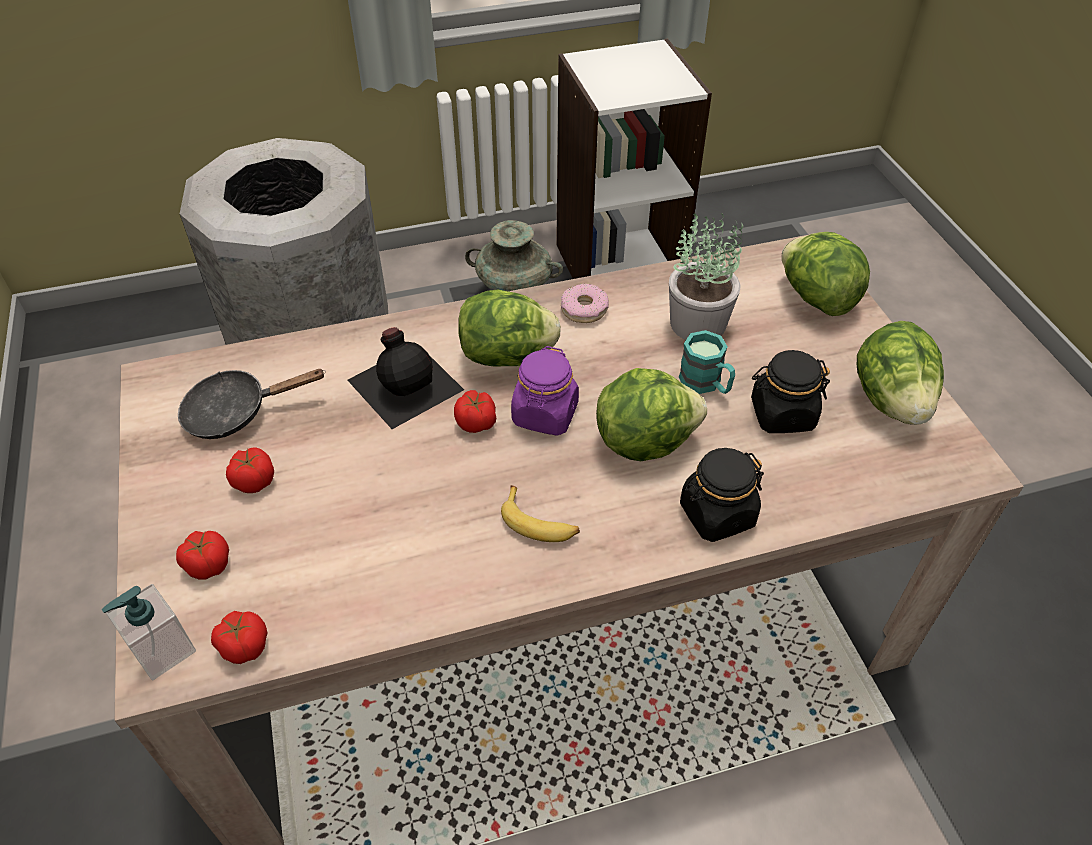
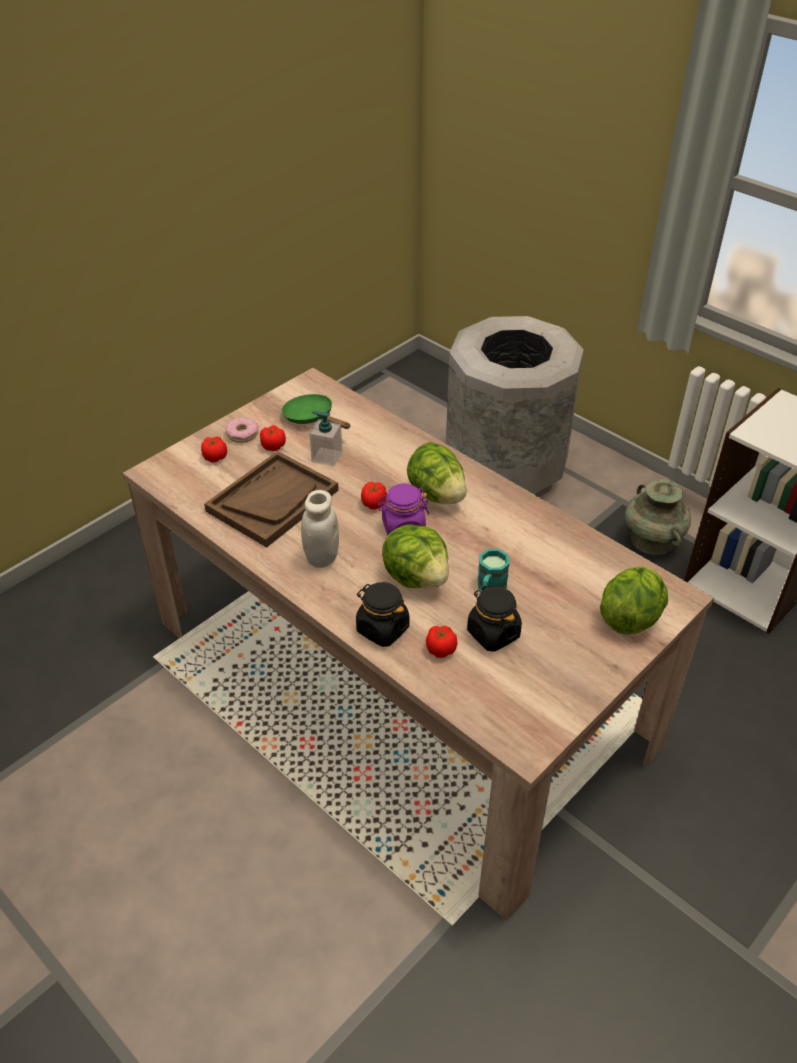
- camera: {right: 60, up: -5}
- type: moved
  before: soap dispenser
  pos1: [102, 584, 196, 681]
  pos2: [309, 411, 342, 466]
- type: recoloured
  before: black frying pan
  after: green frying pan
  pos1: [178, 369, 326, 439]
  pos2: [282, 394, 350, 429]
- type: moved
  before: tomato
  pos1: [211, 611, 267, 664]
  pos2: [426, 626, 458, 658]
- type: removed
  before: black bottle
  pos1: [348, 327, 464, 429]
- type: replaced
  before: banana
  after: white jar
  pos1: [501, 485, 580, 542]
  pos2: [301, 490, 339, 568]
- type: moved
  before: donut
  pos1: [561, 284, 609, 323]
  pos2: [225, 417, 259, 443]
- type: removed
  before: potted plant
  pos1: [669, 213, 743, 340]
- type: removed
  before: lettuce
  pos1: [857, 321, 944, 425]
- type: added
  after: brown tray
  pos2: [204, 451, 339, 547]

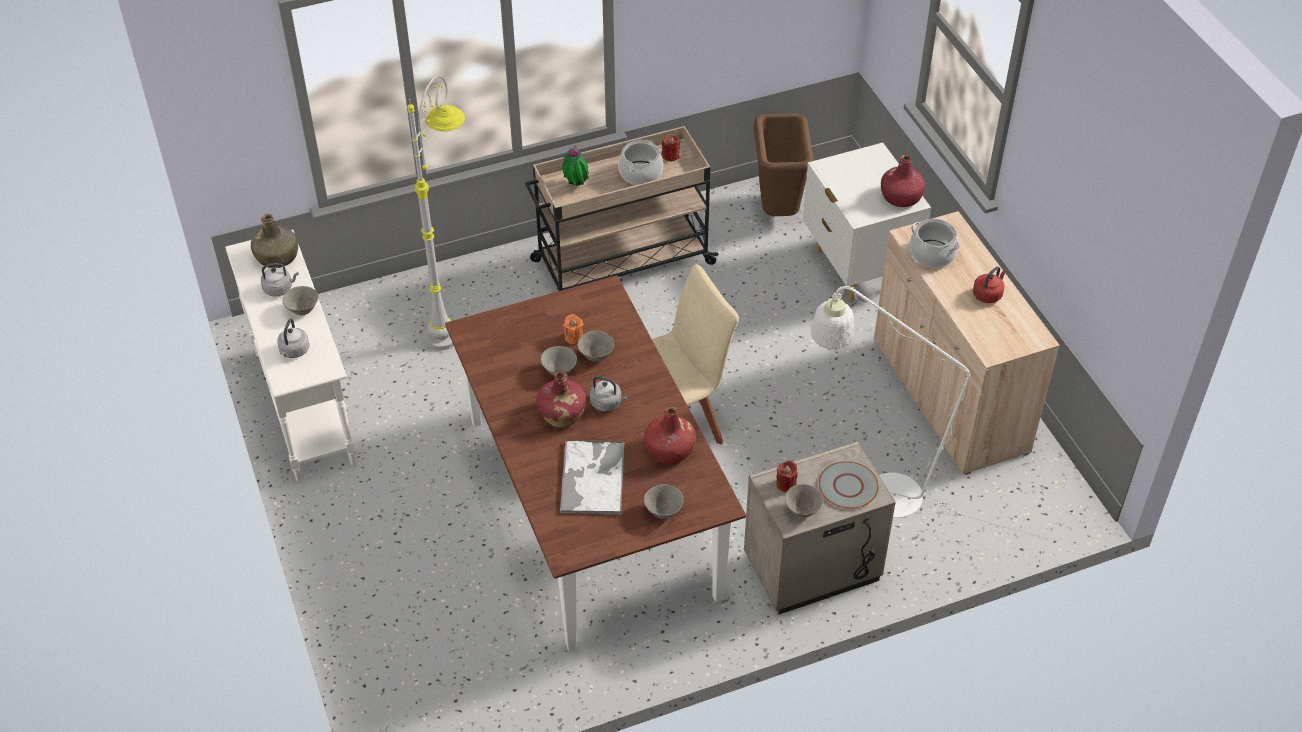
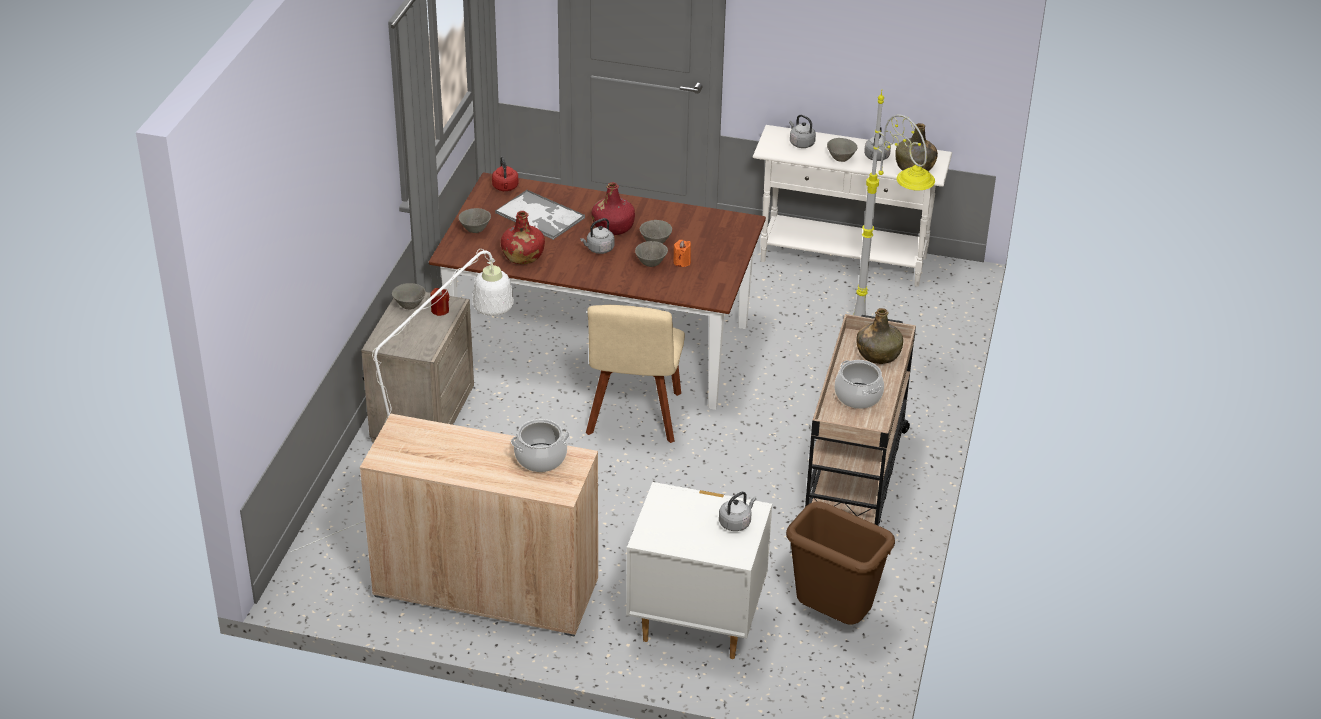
- camera: {right: 125, up: -10}
- type: replaced
  before: potted plant
  after: green bottle
  pos1: [562, 145, 589, 186]
  pos2: [856, 308, 903, 364]
- type: removed
  before: red candle
  pos1: [662, 135, 680, 162]
- type: removed
  before: grey plate
  pos1: [818, 461, 879, 509]
- type: removed
  before: red bottle
  pos1: [881, 155, 925, 207]
- type: moved
  before: red kettle
  pos1: [973, 266, 1007, 303]
  pos2: [492, 156, 519, 191]
- type: added
  after: grey kettle
  pos2: [719, 492, 756, 531]

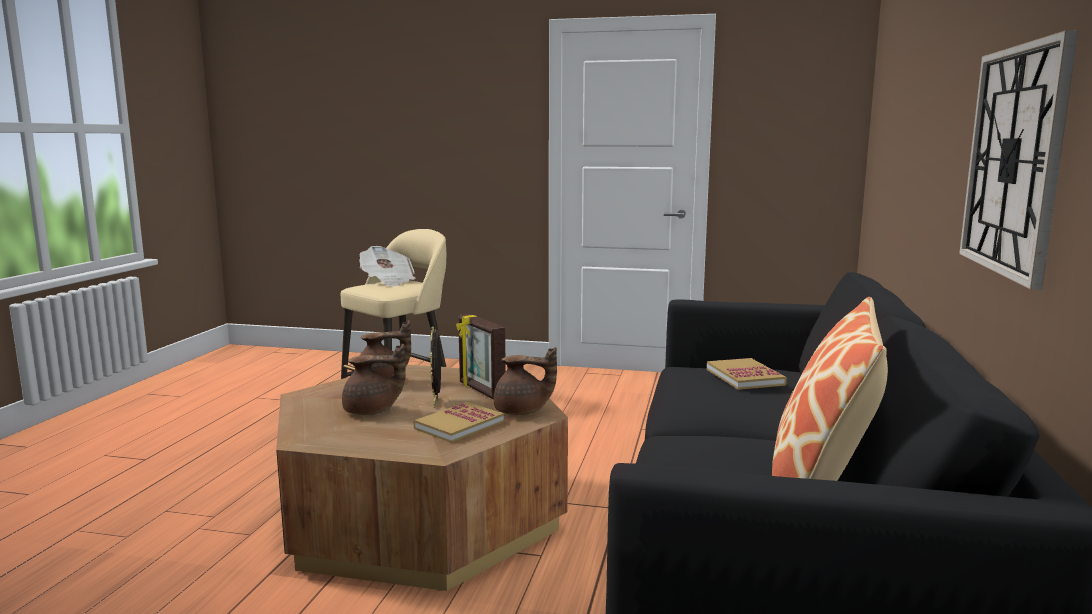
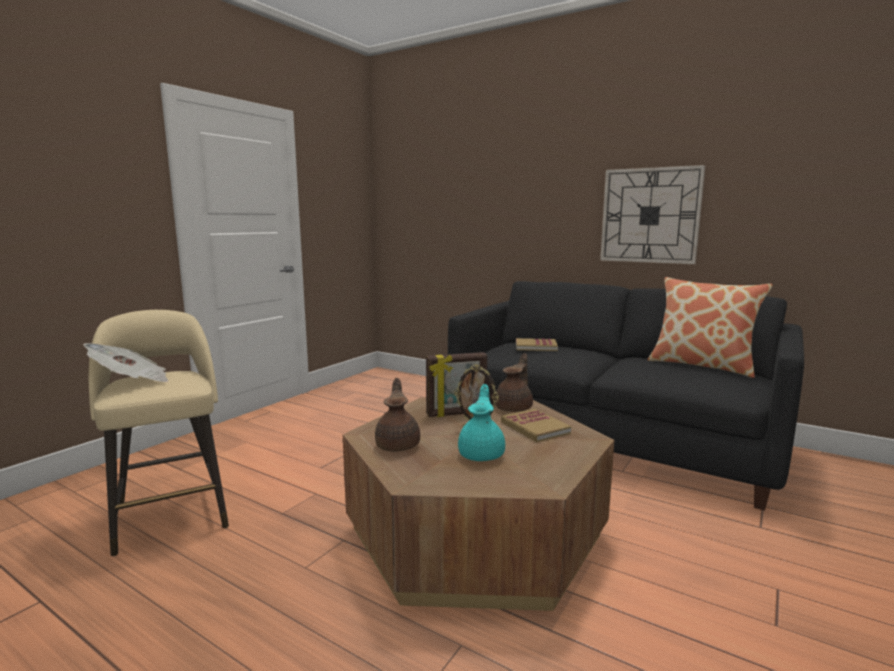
- camera: {right: -70, up: 0}
- type: recoloured
  before: brown teapot
  after: turquoise teapot
  pos1: [342, 344, 406, 415]
  pos2: [458, 384, 505, 461]

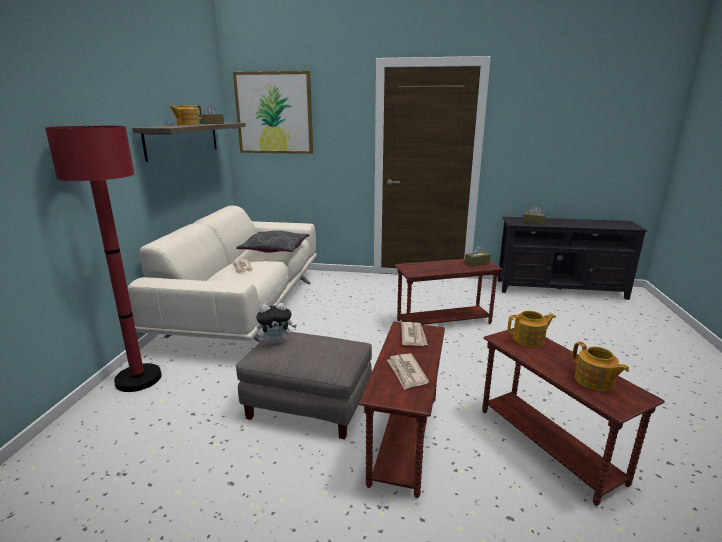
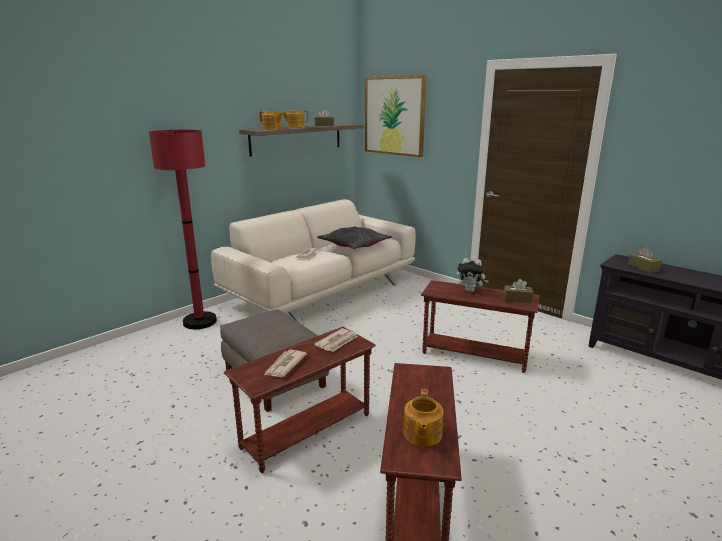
- camera: {right: 35, up: 0}
- type: moved
  before: plush toy
  pos1: [256, 303, 297, 344]
  pos2: [457, 258, 489, 292]
- type: moved
  before: teapot
  pos1: [508, 311, 556, 347]
  pos2: [259, 111, 284, 130]

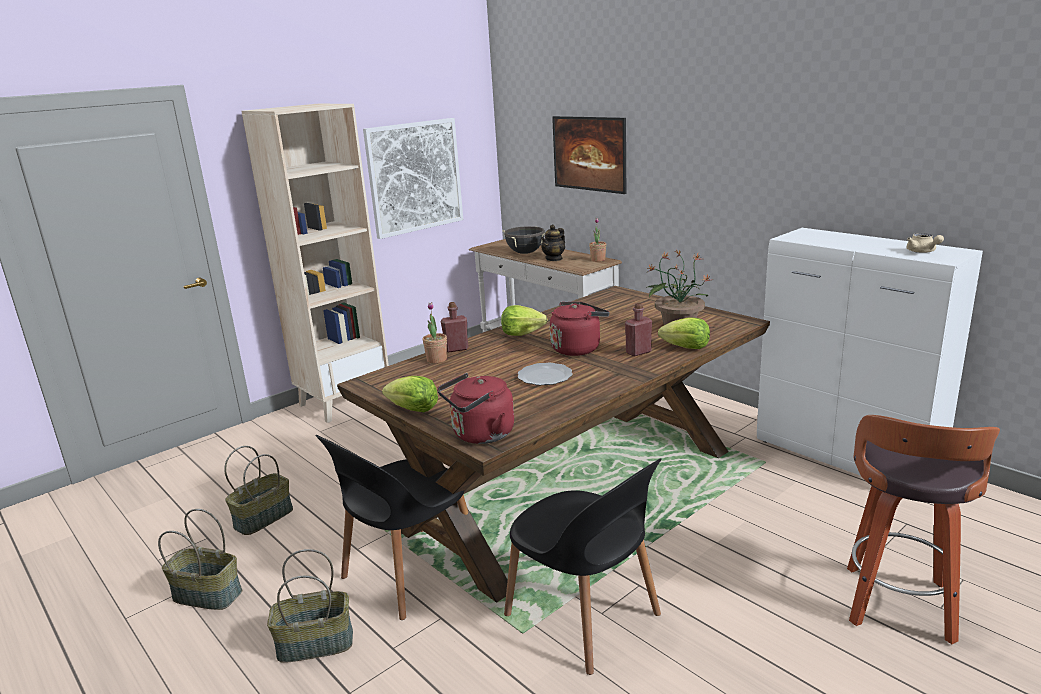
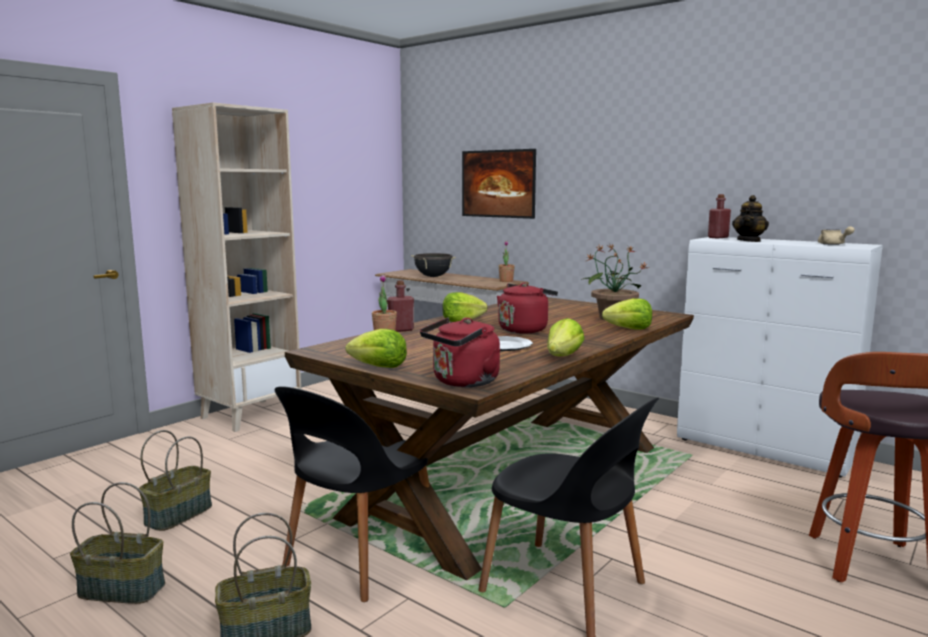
- camera: {right: -10, up: -10}
- type: removed
  before: picture
  pos1: [363, 118, 463, 239]
- type: moved
  before: teapot
  pos1: [541, 224, 565, 261]
  pos2: [732, 195, 769, 242]
- type: moved
  before: red bottle
  pos1: [625, 303, 652, 356]
  pos2: [708, 194, 731, 238]
- type: added
  after: lettuce
  pos2: [547, 318, 584, 356]

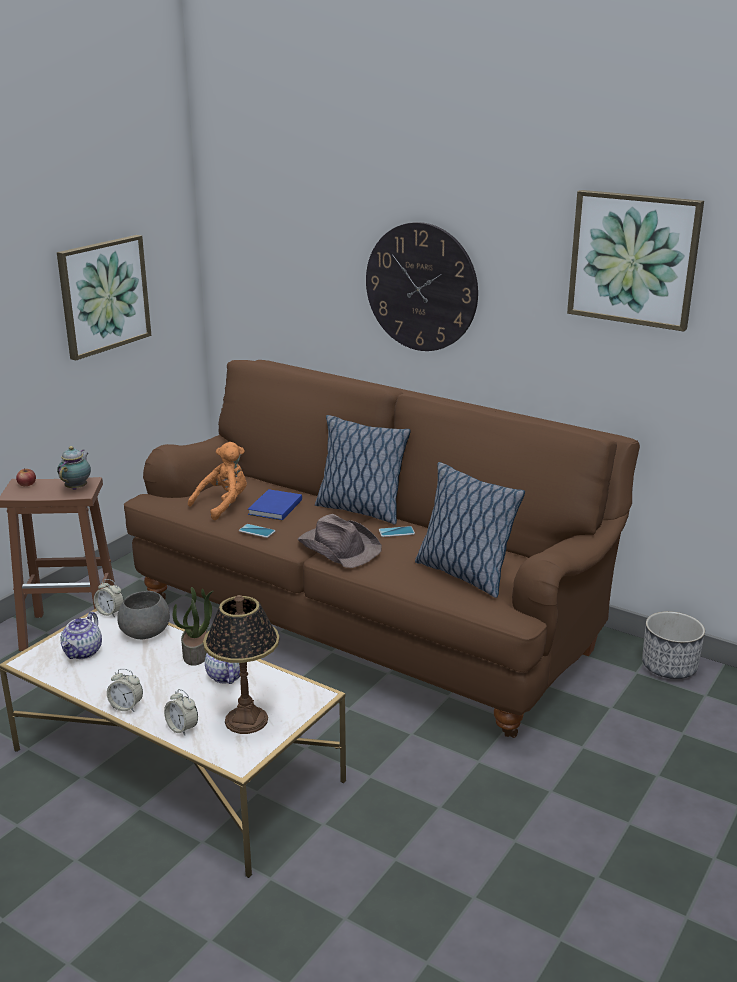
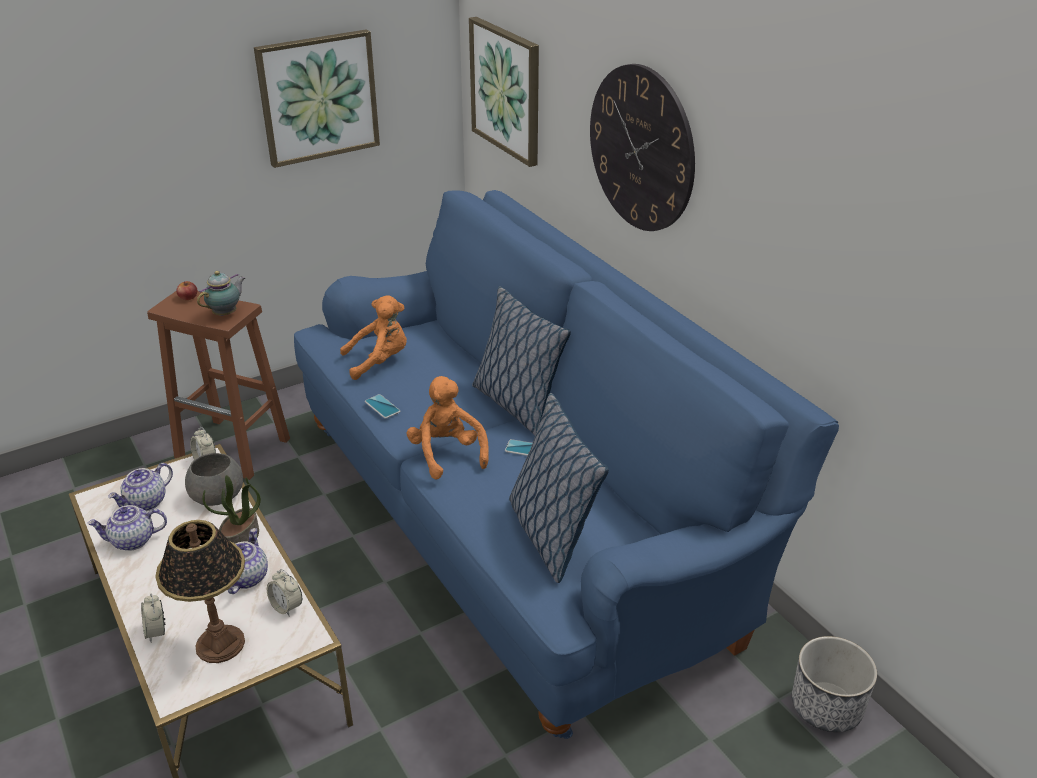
- camera: {right: 25, up: 10}
- type: moved
  before: alarm clock
  pos1: [107, 669, 143, 712]
  pos2: [267, 569, 302, 617]
- type: recoloured
  before: brown sofa
  after: blue sofa
  pos1: [124, 360, 640, 738]
  pos2: [294, 190, 839, 739]
- type: removed
  before: blue book
  pos1: [248, 489, 302, 520]
- type: replaced
  before: brown hat
  after: orange plush toy
  pos1: [298, 514, 382, 568]
  pos2: [406, 376, 489, 480]
- type: moved
  before: picture
  pos1: [567, 190, 704, 332]
  pos2: [469, 17, 539, 167]
- type: added
  after: teapot
  pos2: [87, 505, 167, 551]

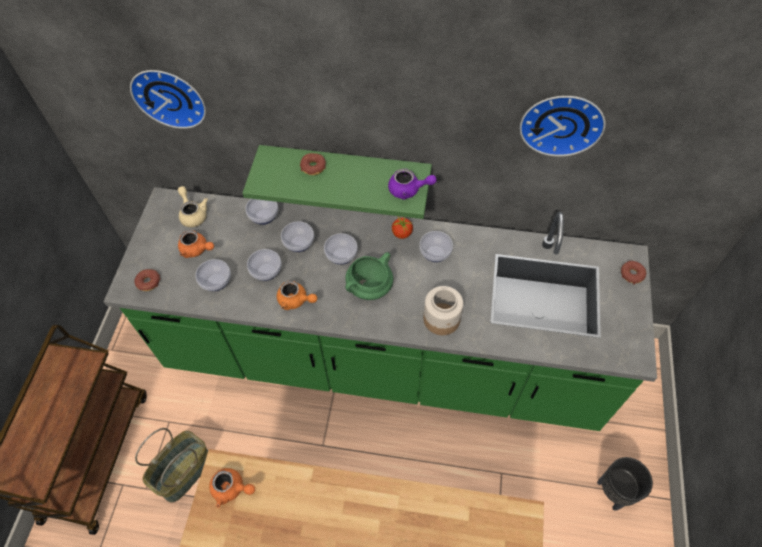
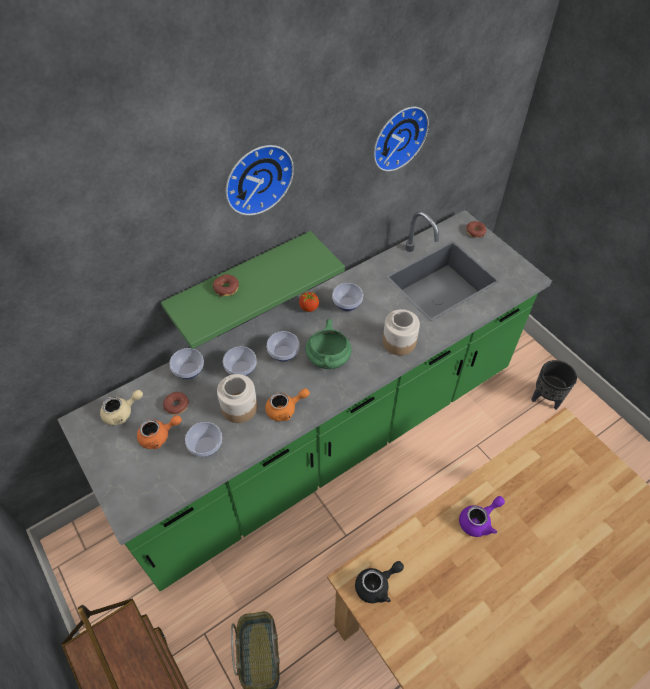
- camera: {right: -45, up: -5}
- type: moved
  before: wall clock
  pos1: [130, 70, 206, 129]
  pos2: [226, 145, 294, 215]
- type: moved
  before: donut
  pos1: [134, 269, 161, 291]
  pos2: [163, 392, 189, 415]
- type: turned
  before: beige teapot
  pos1: [178, 186, 208, 227]
  pos2: [100, 390, 143, 425]
  turn: 135
- type: recoloured
  before: orange teapot
  after: black teapot
  pos1: [209, 468, 255, 508]
  pos2: [355, 561, 404, 603]
- type: replaced
  before: bowl
  after: jar
  pos1: [247, 249, 282, 281]
  pos2: [217, 374, 257, 423]
- type: moved
  before: purple teapot
  pos1: [388, 169, 437, 199]
  pos2: [459, 496, 505, 537]

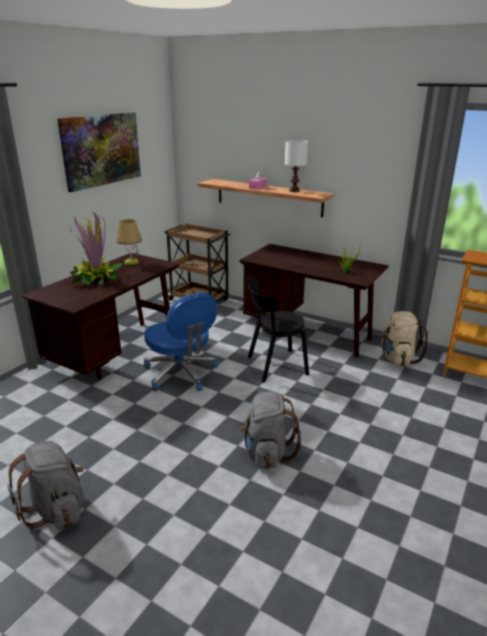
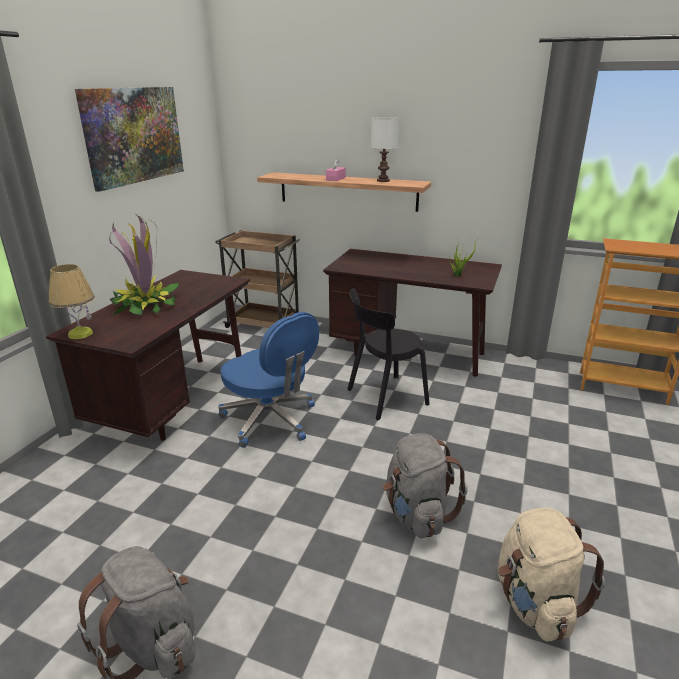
- camera: {right: -10, up: 0}
- type: moved
  before: table lamp
  pos1: [116, 219, 142, 265]
  pos2: [49, 264, 95, 339]
- type: moved
  before: beige backpack
  pos1: [380, 311, 429, 365]
  pos2: [498, 508, 605, 641]

